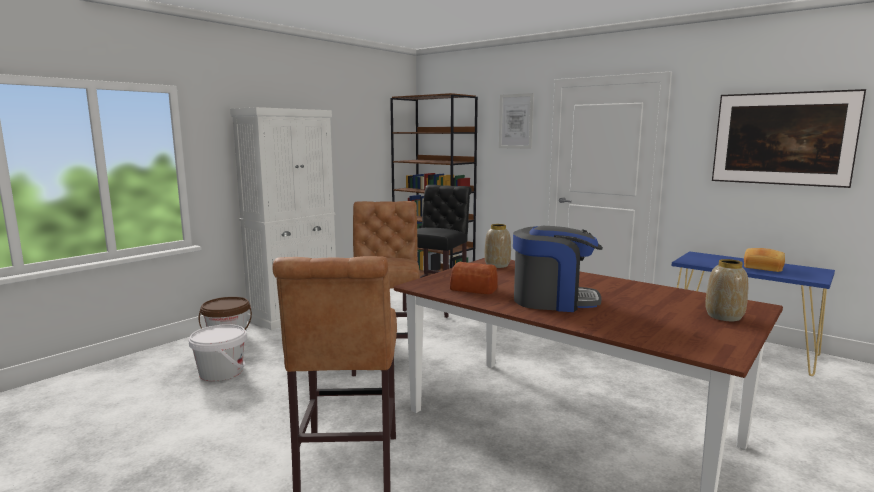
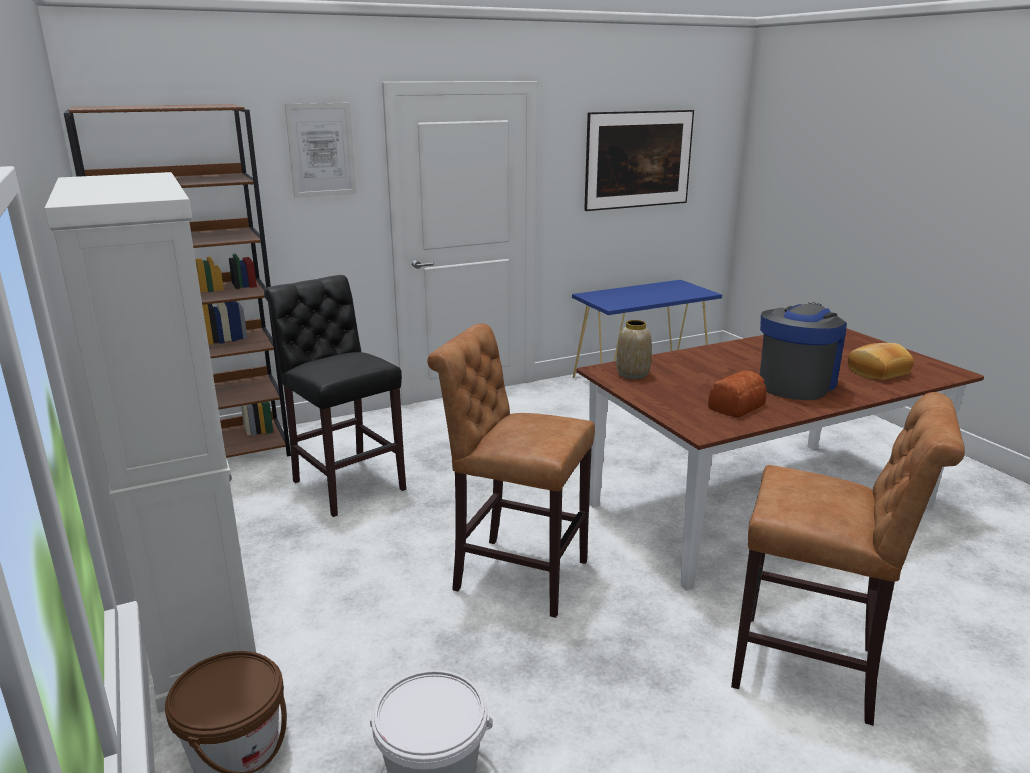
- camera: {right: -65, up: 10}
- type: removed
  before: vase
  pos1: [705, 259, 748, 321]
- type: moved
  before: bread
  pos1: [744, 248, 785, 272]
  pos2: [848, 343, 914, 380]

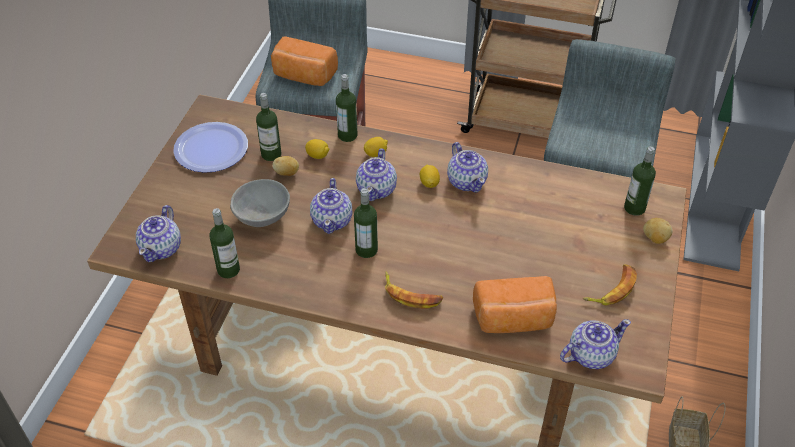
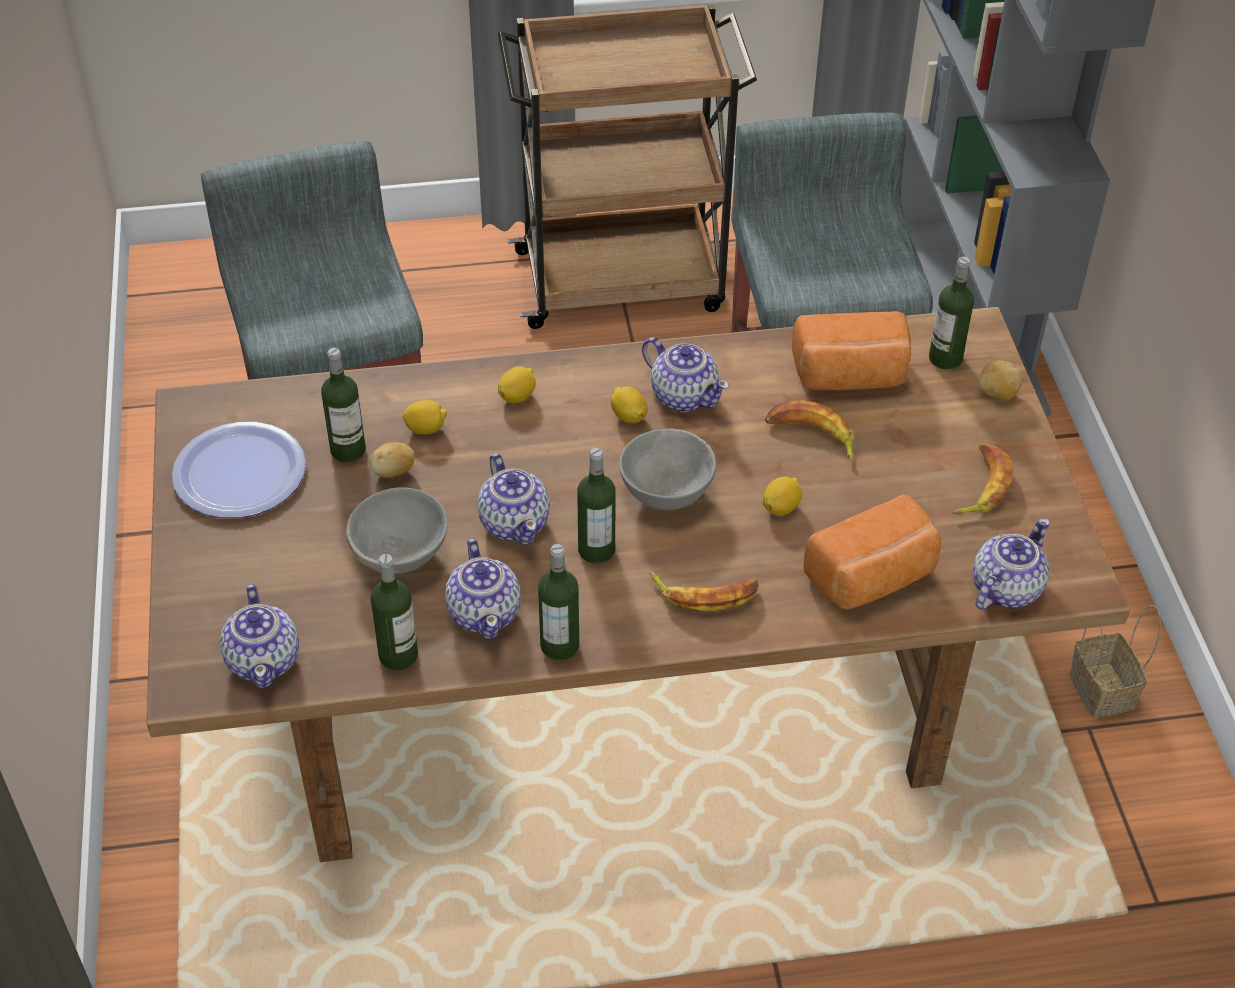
- camera: {right: -25, up: 0}
- type: moved
  before: bread
  pos1: [271, 36, 338, 86]
  pos2: [792, 311, 911, 390]
- type: moved
  before: bottle
  pos1: [336, 74, 358, 142]
  pos2: [538, 544, 579, 660]
- type: moved
  before: teapot
  pos1: [356, 148, 397, 201]
  pos2: [445, 539, 521, 639]
- type: added
  after: grey bowl
  pos2: [619, 428, 716, 510]
- type: added
  after: lemon
  pos2: [763, 477, 802, 516]
- type: added
  after: banana
  pos2: [765, 400, 854, 462]

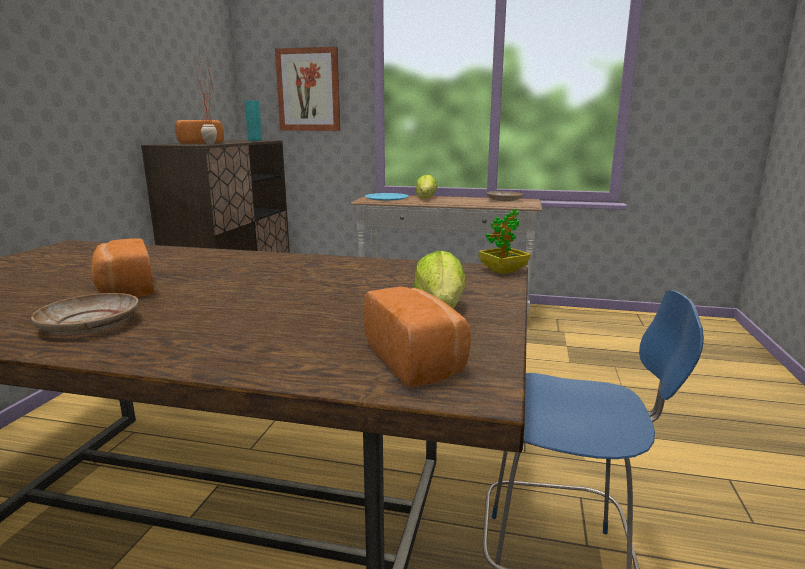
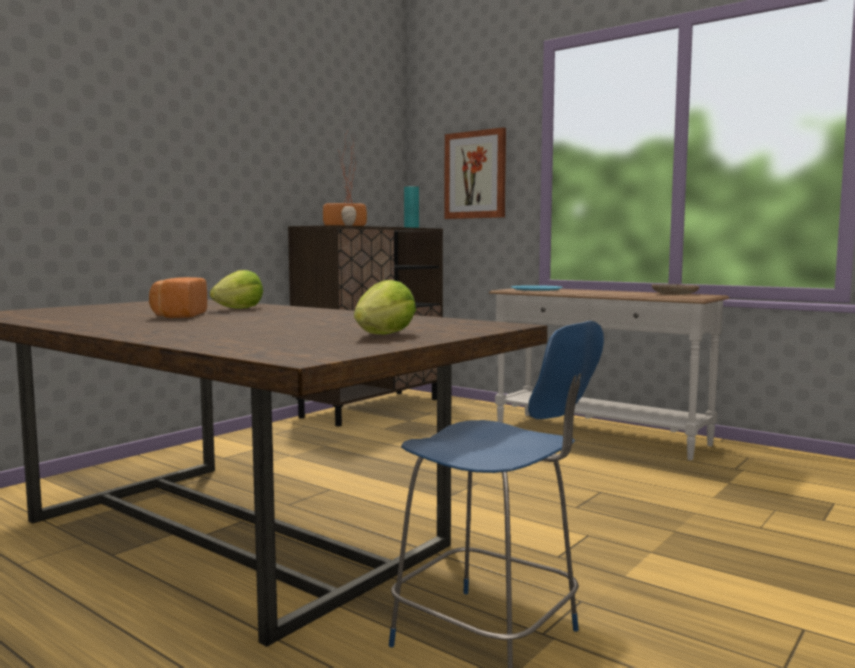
- camera: {right: 25, up: -10}
- type: removed
  before: beige plate
  pos1: [31, 293, 139, 334]
- type: removed
  before: bread
  pos1: [364, 287, 471, 387]
- type: moved
  before: lettuce
  pos1: [416, 174, 437, 198]
  pos2: [210, 270, 263, 309]
- type: removed
  before: potted plant
  pos1: [478, 209, 531, 274]

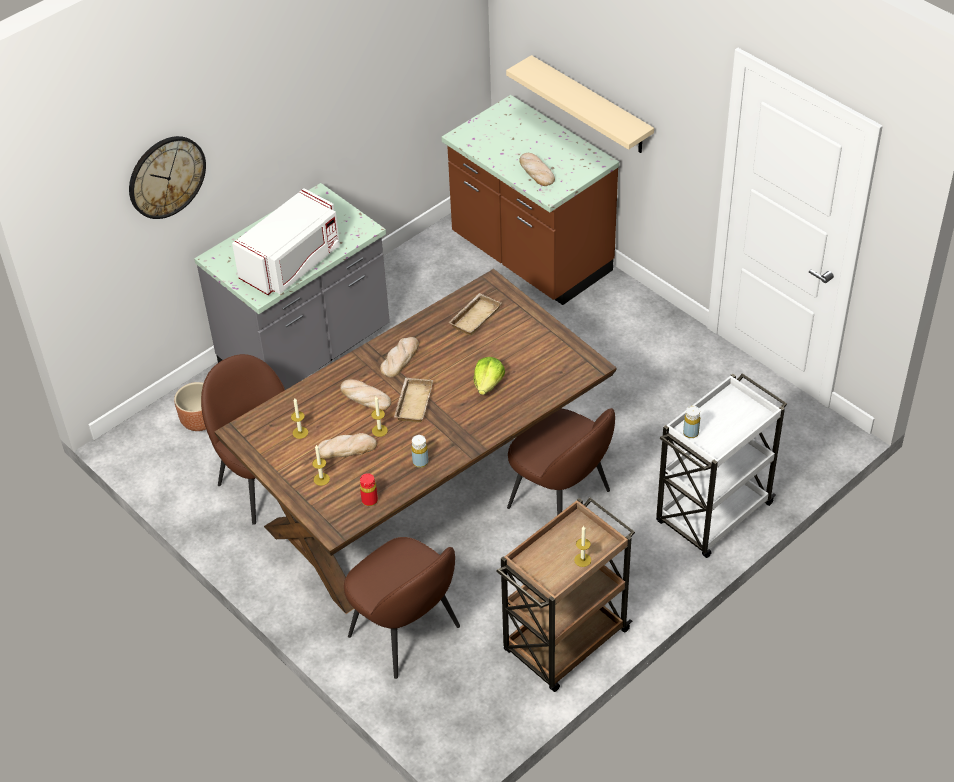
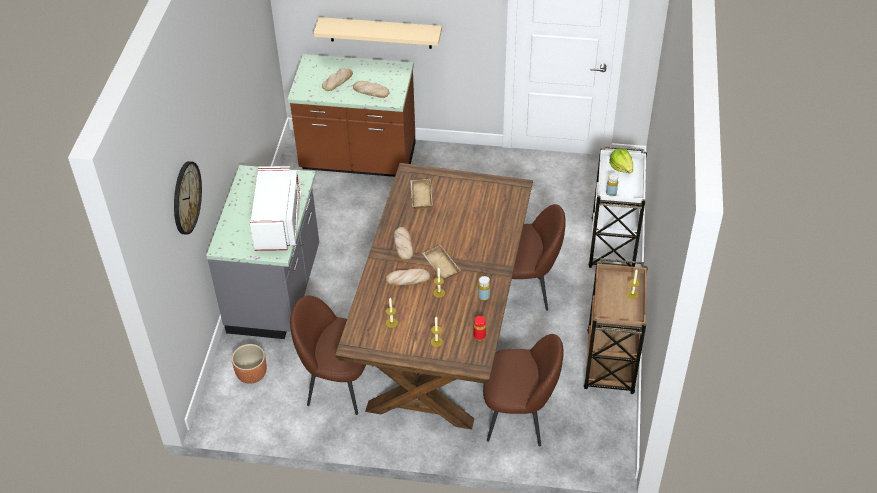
- camera: {right: -40, up: 0}
- type: moved
  before: bread
  pos1: [318, 433, 377, 459]
  pos2: [322, 68, 353, 91]
- type: moved
  before: lettuce
  pos1: [473, 357, 505, 395]
  pos2: [609, 148, 633, 173]

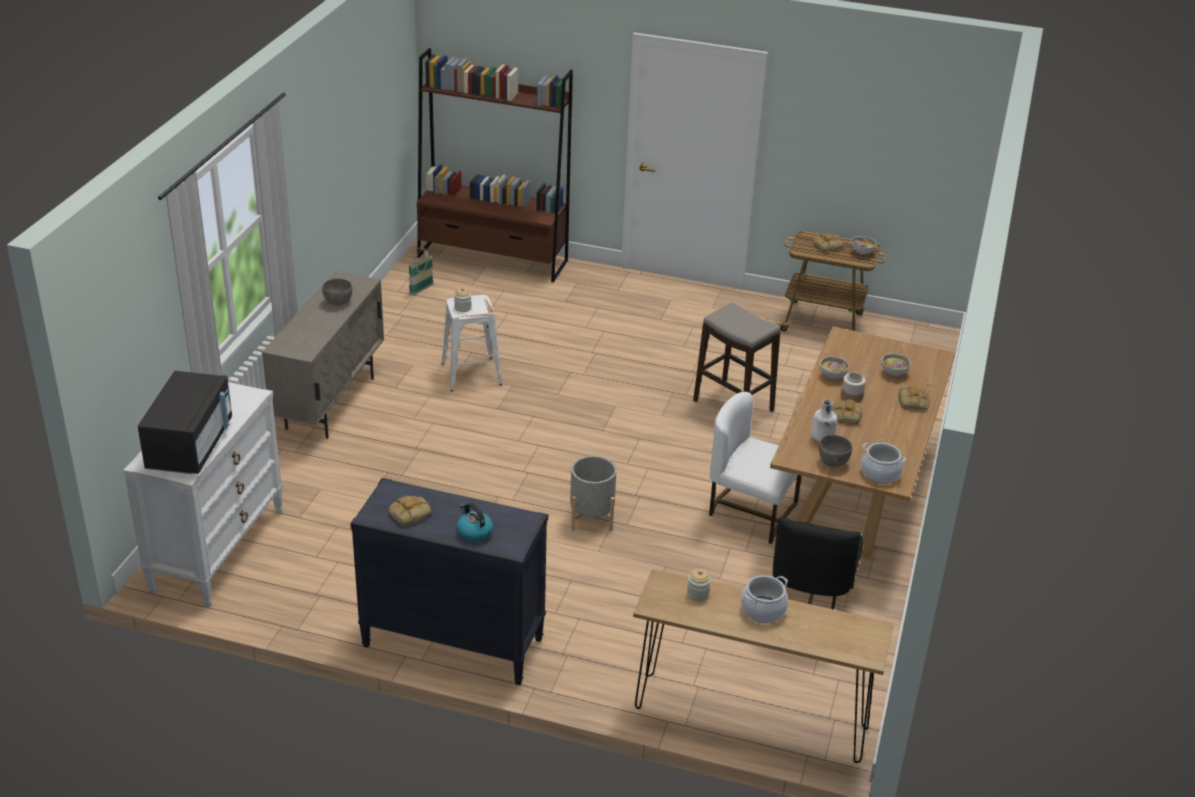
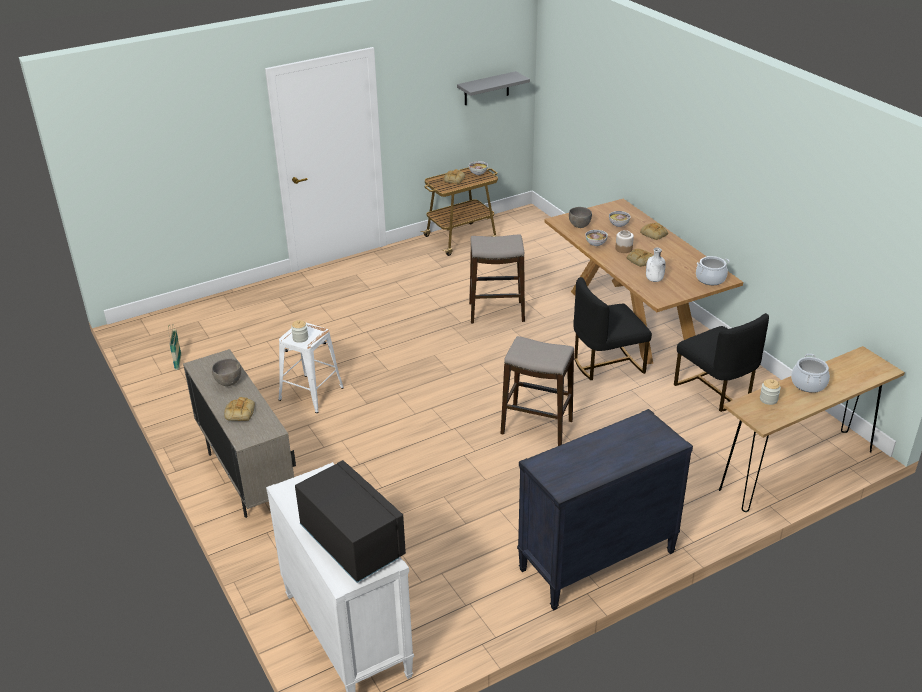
- camera: {right: -45, up: 0}
- type: moved
  before: bread
  pos1: [388, 496, 431, 526]
  pos2: [224, 397, 255, 421]
- type: removed
  before: brown bookcase
  pos1: [417, 48, 573, 283]
- type: removed
  before: kettle
  pos1: [457, 503, 493, 542]
- type: replaced
  before: grey planter
  after: stool
  pos1: [570, 456, 616, 531]
  pos2: [501, 336, 574, 446]
- type: recoloured
  before: white chair
  after: black chair
  pos1: [709, 392, 801, 544]
  pos2: [573, 277, 652, 380]
- type: moved
  before: grey bowl
  pos1: [819, 435, 852, 467]
  pos2: [569, 207, 592, 228]
- type: added
  after: grey shelf
  pos2: [457, 71, 530, 105]

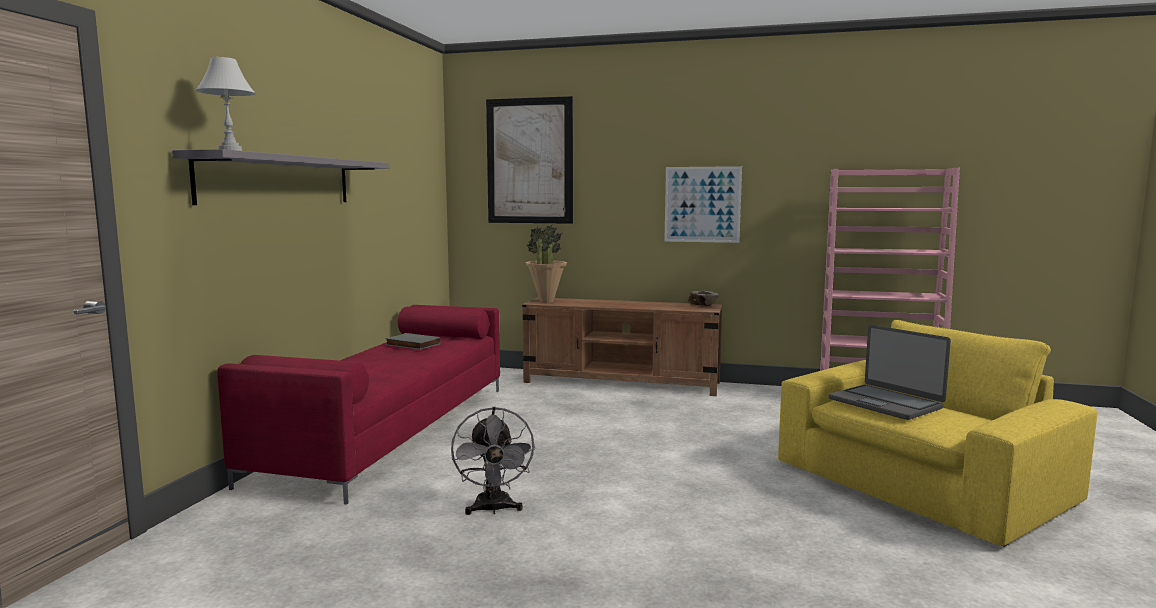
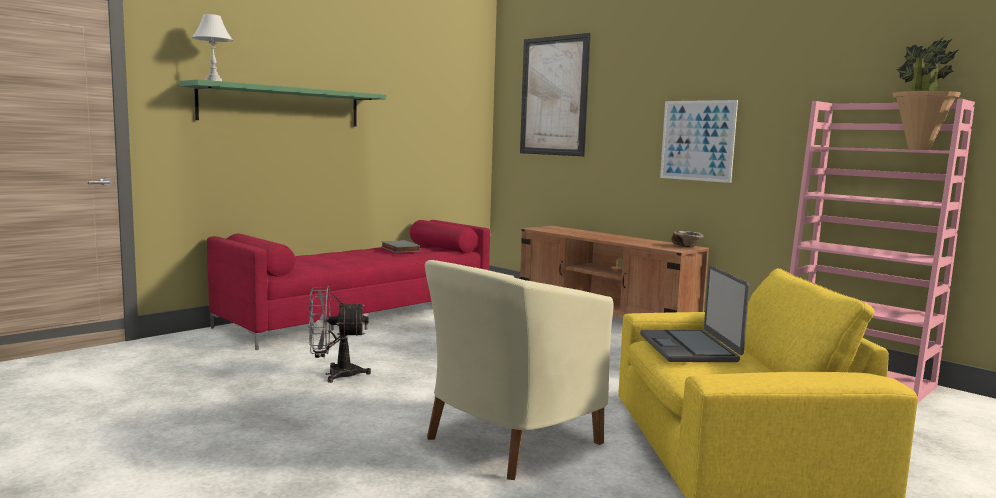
- camera: {right: 30, up: 0}
- type: recoloured
  before: grey shelf
  after: green shelf
  pos1: [172, 149, 390, 205]
  pos2: [180, 79, 386, 127]
- type: turned
  before: grey fan
  pos1: [451, 407, 536, 515]
  pos2: [308, 286, 371, 383]
  turn: 60
- type: moved
  before: potted plant
  pos1: [525, 224, 567, 303]
  pos2: [892, 37, 961, 150]
- type: added
  after: beige armchair
  pos2: [425, 260, 614, 480]

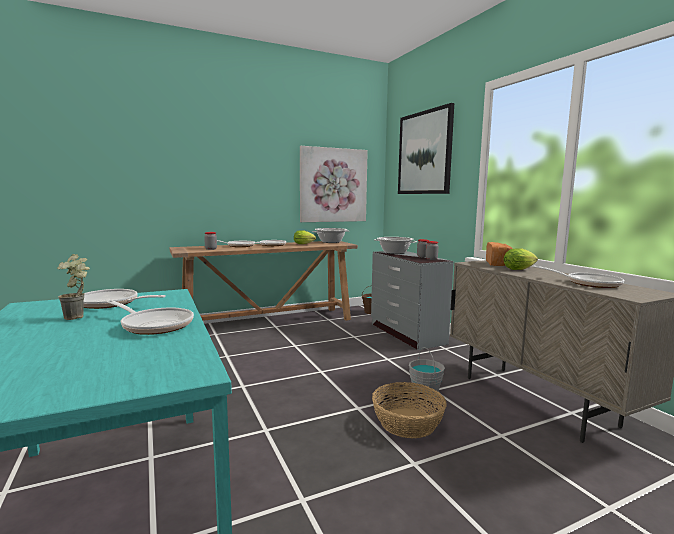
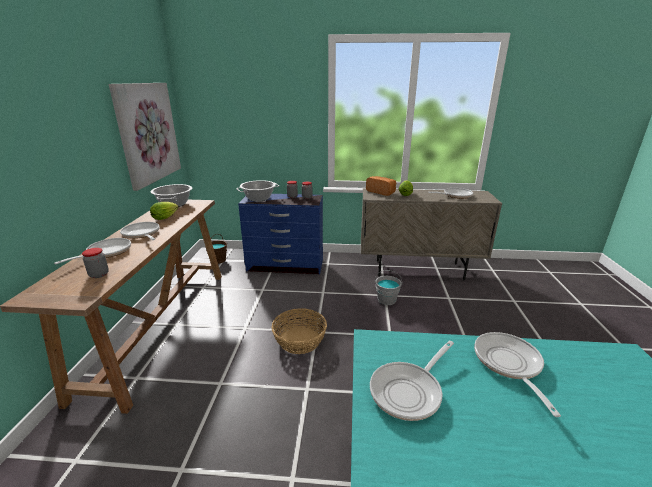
- camera: {right: -60, up: 15}
- type: removed
  before: potted plant
  pos1: [57, 254, 90, 320]
- type: turned
  before: frying pan
  pos1: [105, 299, 194, 335]
  pos2: [474, 332, 561, 417]
  turn: -60
- type: recoloured
  before: grey dresser
  after: blue dresser
  pos1: [371, 251, 454, 350]
  pos2: [238, 194, 323, 274]
- type: moved
  before: basket
  pos1: [372, 382, 447, 439]
  pos2: [272, 308, 327, 354]
- type: removed
  before: picture
  pos1: [398, 103, 454, 194]

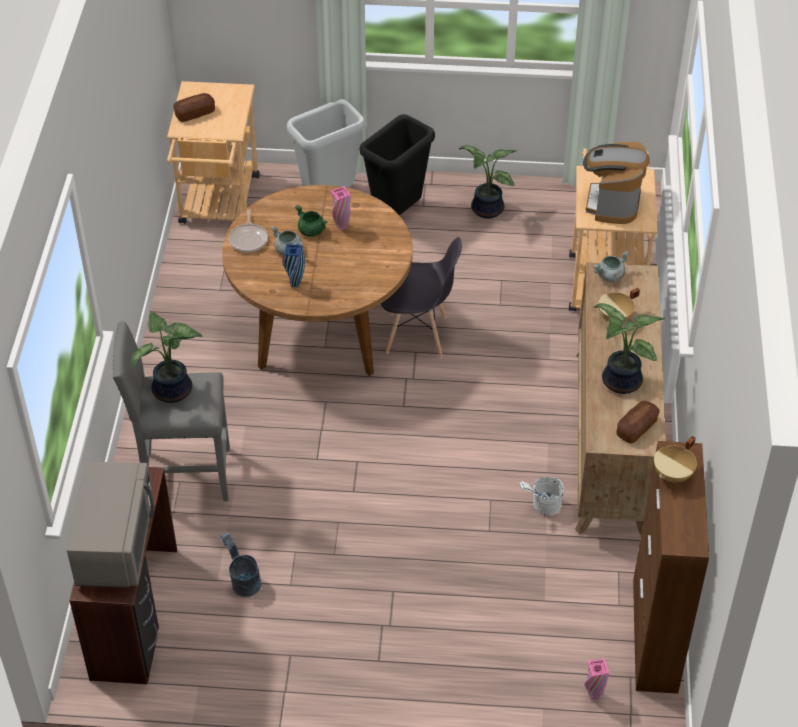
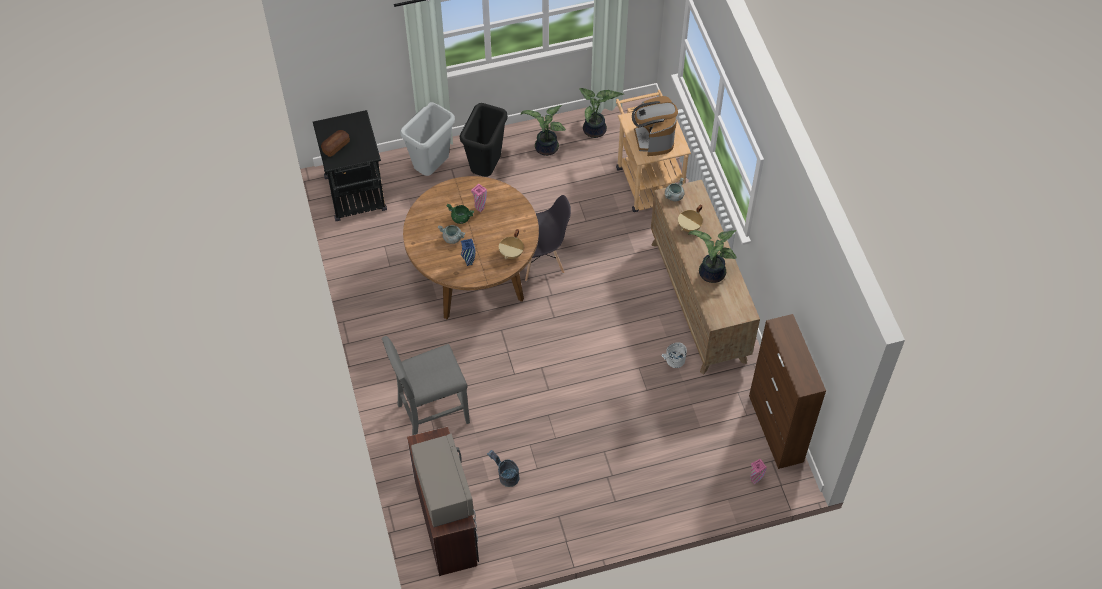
- camera: {right: -20, up: 10}
- type: moved
  before: potted plant
  pos1: [131, 312, 203, 403]
  pos2: [579, 88, 624, 138]
- type: recoloured
  before: beige cart
  after: black cart
  pos1: [167, 81, 260, 224]
  pos2: [313, 110, 387, 221]
- type: removed
  before: frying pan
  pos1: [229, 209, 268, 252]
- type: removed
  before: bread
  pos1: [616, 401, 659, 444]
- type: moved
  before: beige cooking pot
  pos1: [654, 436, 697, 482]
  pos2: [499, 229, 524, 259]

